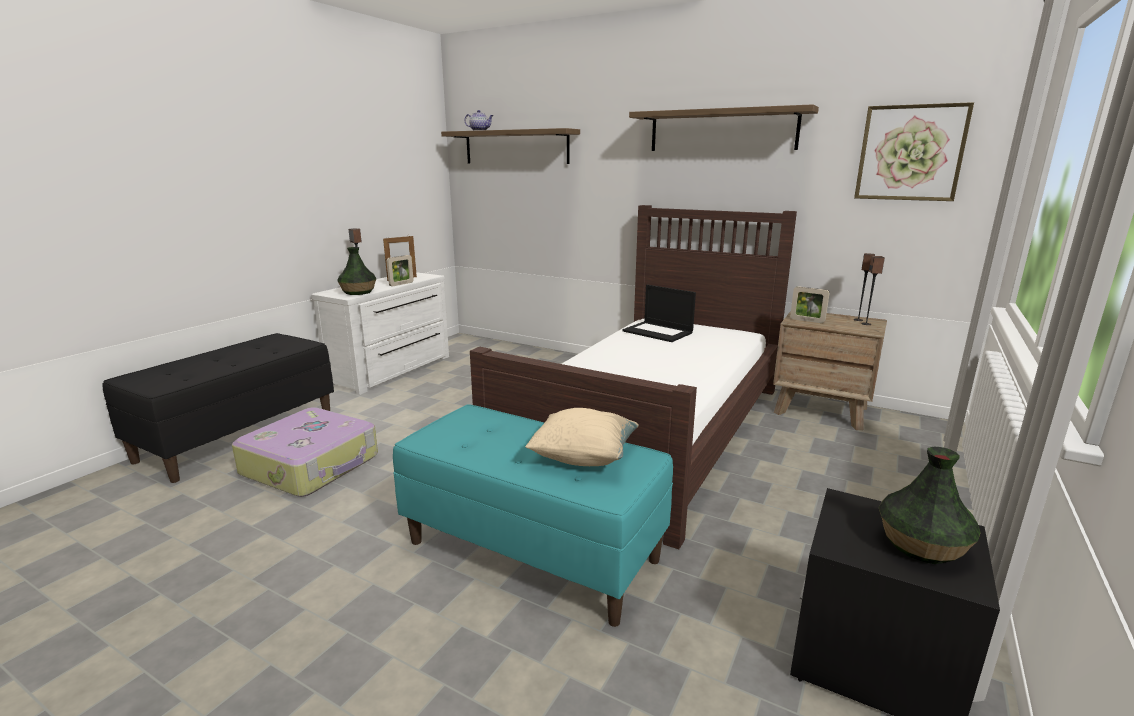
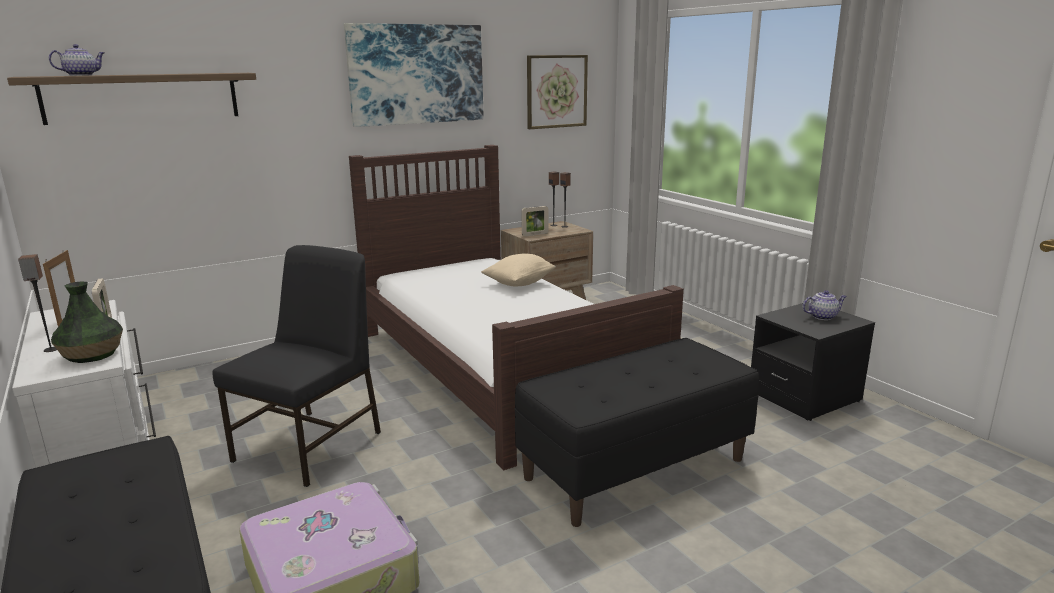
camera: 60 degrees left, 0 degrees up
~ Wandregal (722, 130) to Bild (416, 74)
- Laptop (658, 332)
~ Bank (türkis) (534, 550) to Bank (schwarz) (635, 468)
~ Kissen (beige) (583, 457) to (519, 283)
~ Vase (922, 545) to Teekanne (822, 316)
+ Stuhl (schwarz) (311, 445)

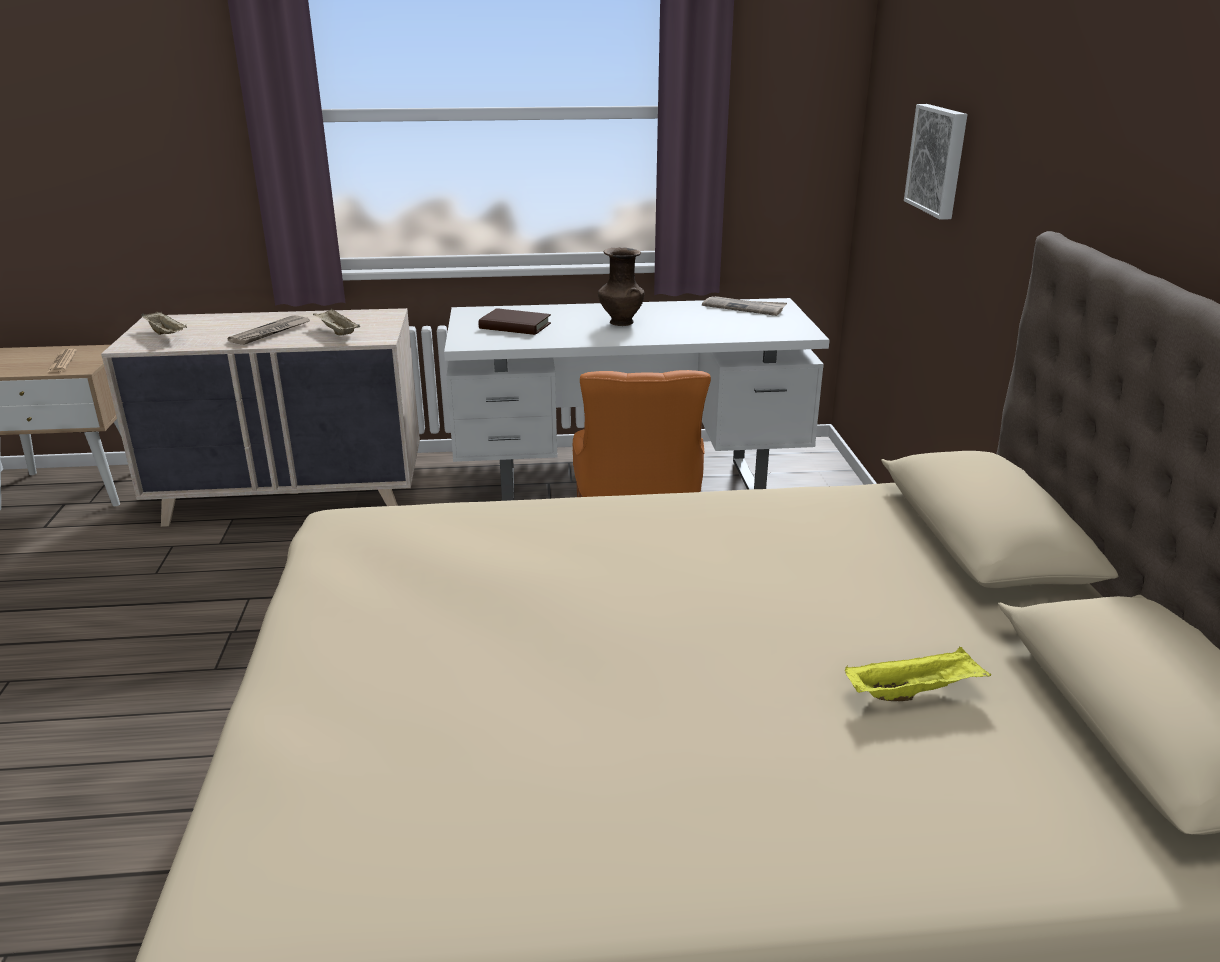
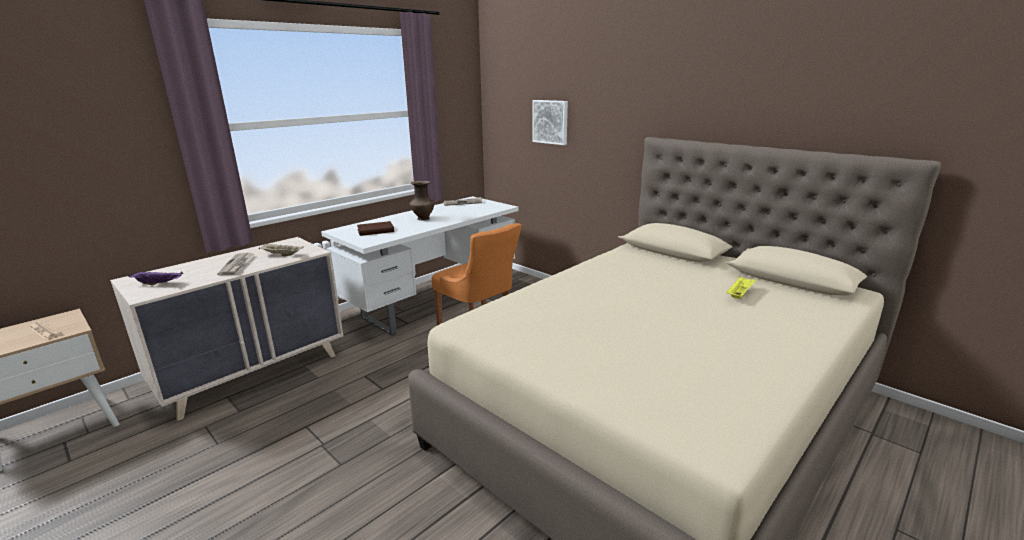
camera: 40 degrees left, 5 degrees down
~ Tablett (beige) (166, 334) to Tablett (lila) (159, 283)

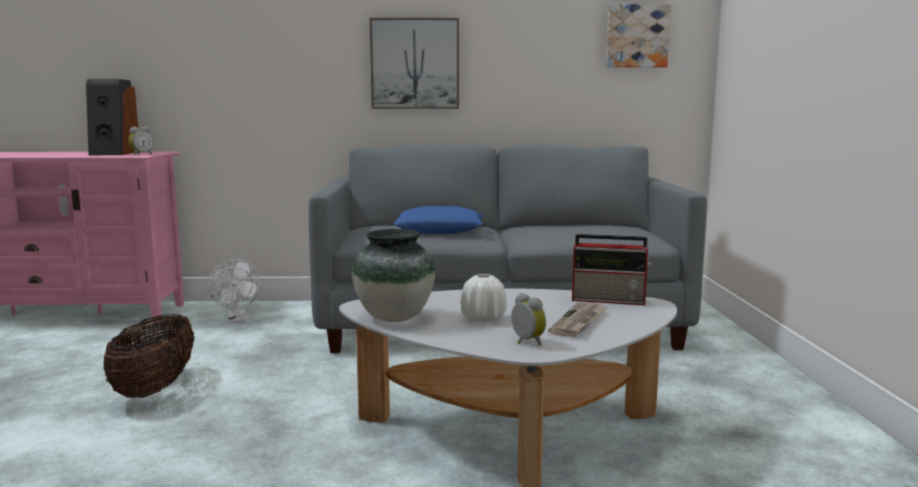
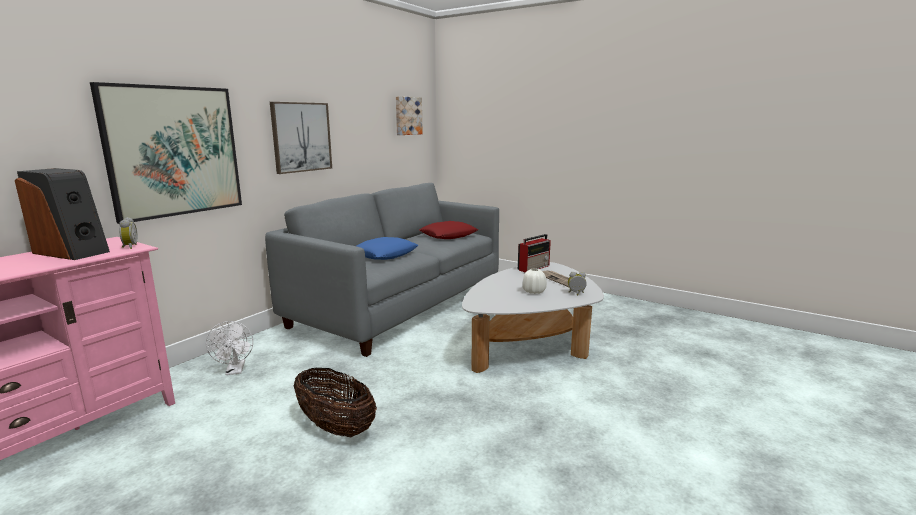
camera: 55 degrees left, 5 degrees up
- Vase (395, 317)
~ Ventilator (weiß) (237, 319) = (235, 371) 60 degrees clockwise
+ Bild (174, 151)
+ Kissen (rot) (448, 235)

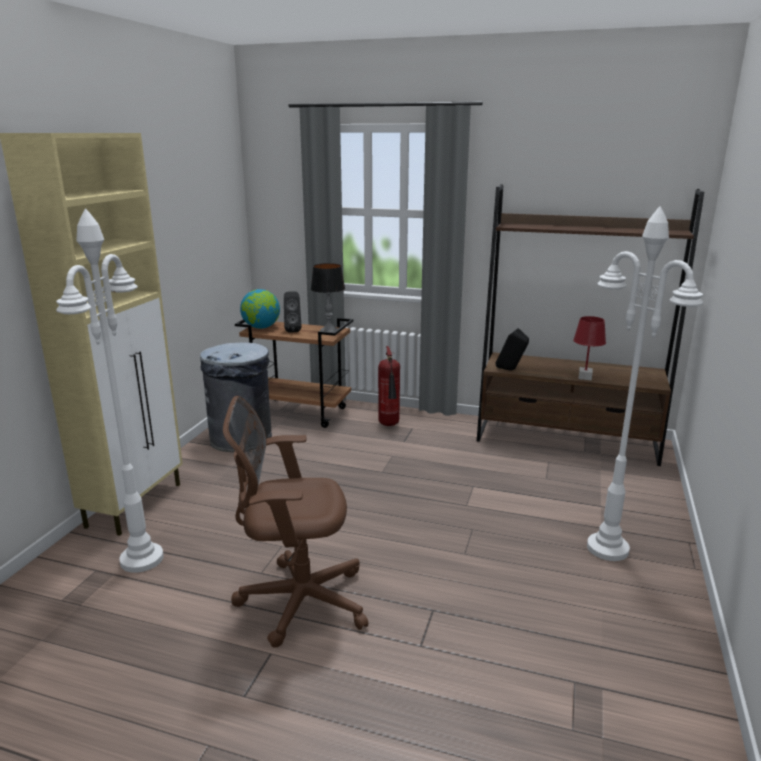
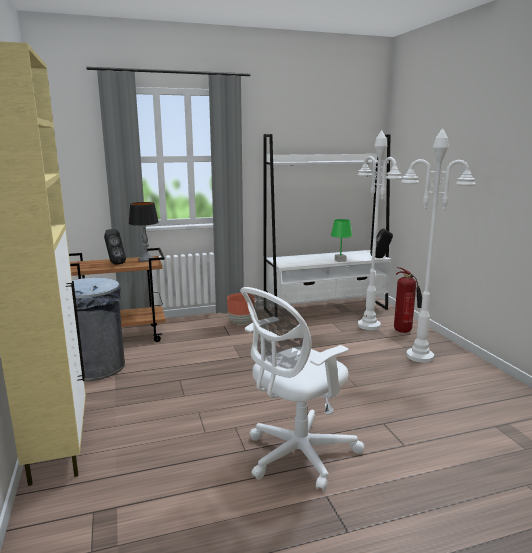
camera: 35 degrees left, 5 degrees down
~ Bücherregal (braun) (567, 441) to Bücherregal (weiß) (326, 309)
~ Stehlampe (weiß) (142, 559) to (368, 325)
- Globus (261, 327)
~ Tischlampe (rot) (585, 377) to Tischlampe (grün) (340, 260)
~ Lautsprecher (schwarz) (511, 370) to (380, 258)
~ Feuerlöscher (389, 425) to (405, 331)
~ Bürostuhl (braun) (297, 601) to Bürostuhl (weiß) (296, 456)
+ Pflanzkübel (braun) (241, 323)

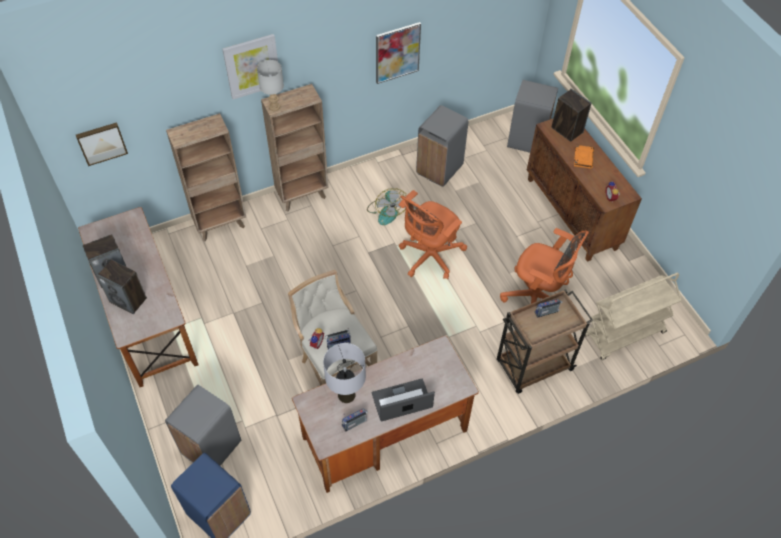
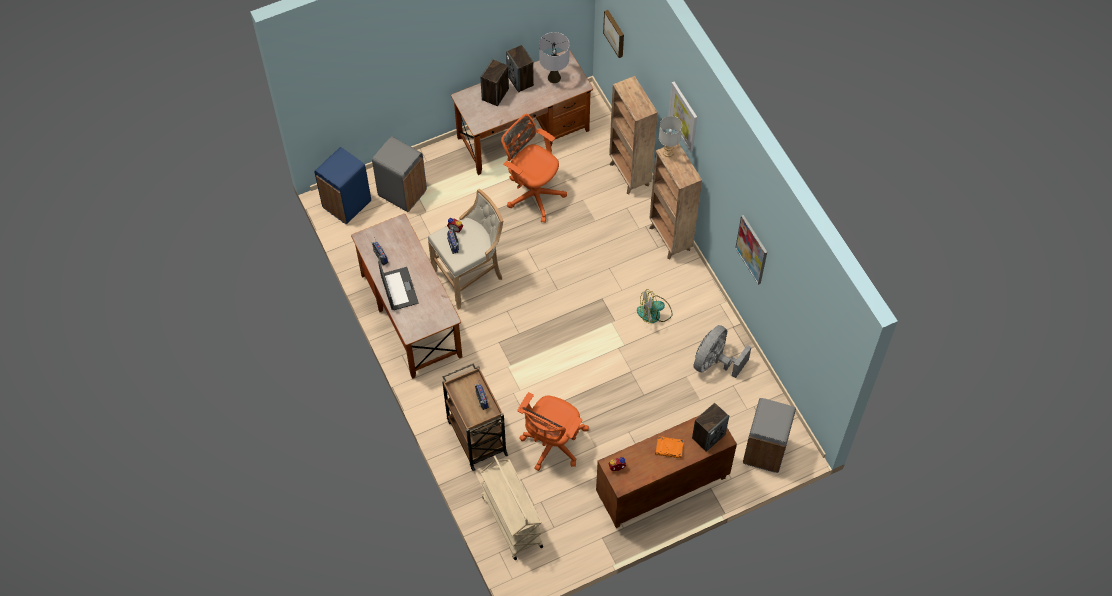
camera: 90 degrees right, 5 degrees up
~ Mülleimer (grau) (440, 169) to Ventilator (grau) (715, 362)
~ Bürostuhl (orange) (429, 257) to (533, 193)
~ Tischlampe (grau) (346, 395) to (554, 77)

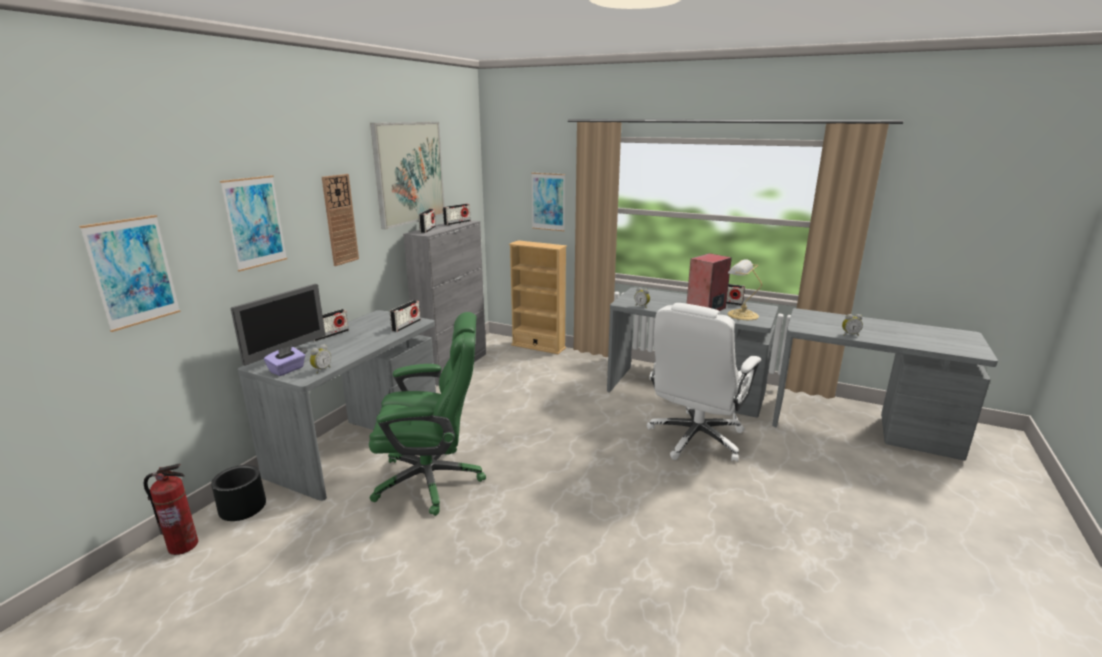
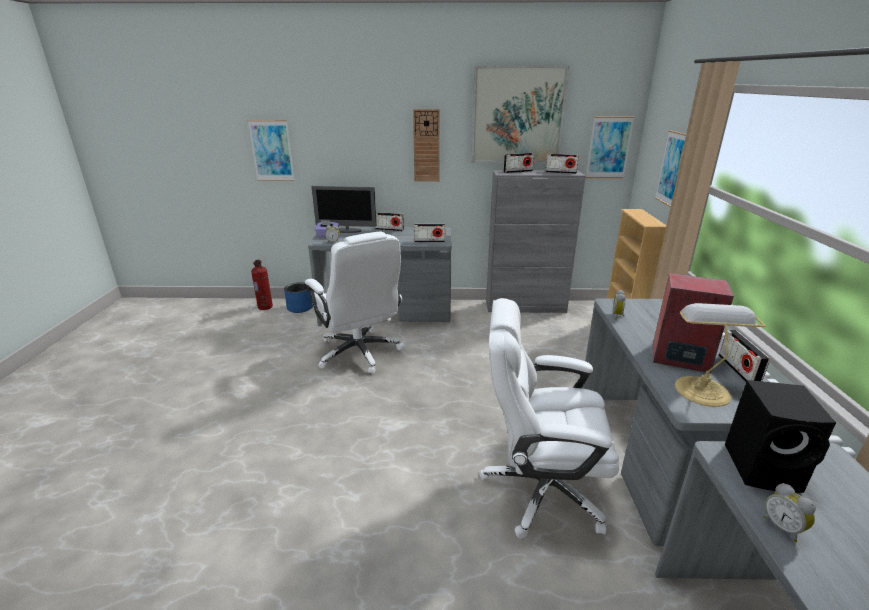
camera: 65 degrees right, 5 degrees up
~ Bild (255, 222) to (609, 148)
~ Bürostuhl (grün) (431, 480) to Bürostuhl (weiß) (359, 353)
~ Pflanzkübel (schwarz) (243, 508) to Pflanzkübel (blau) (300, 308)
+ Lautsprecher (schwarz) (764, 469)

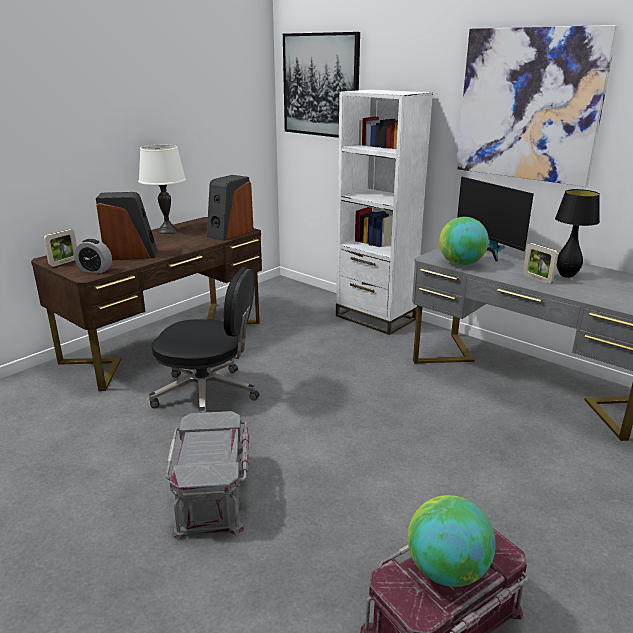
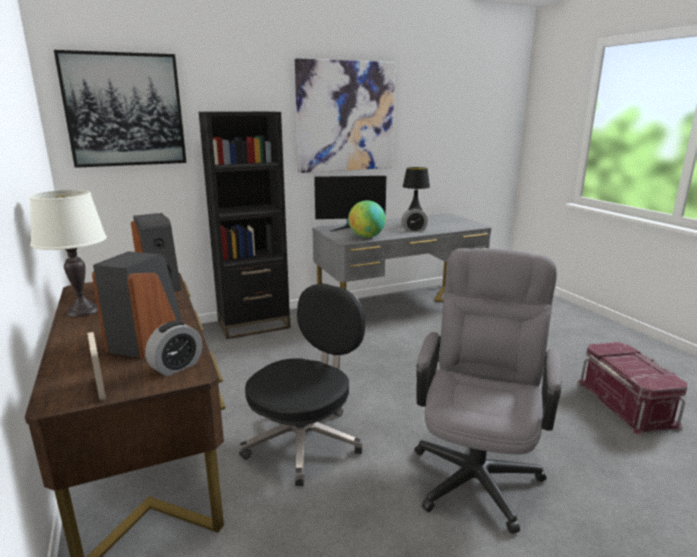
camera: 65 degrees left, 5 degrees down
~ Bücherregal (weiß) (375, 318) to Bücherregal (schwarz) (253, 325)
~ Bilderrahmen (537, 279) to Wecker (414, 230)
~ Aufbewahrungsbox (grau) (213, 492) to Bürostuhl (grau) (477, 469)
- Globus (446, 571)

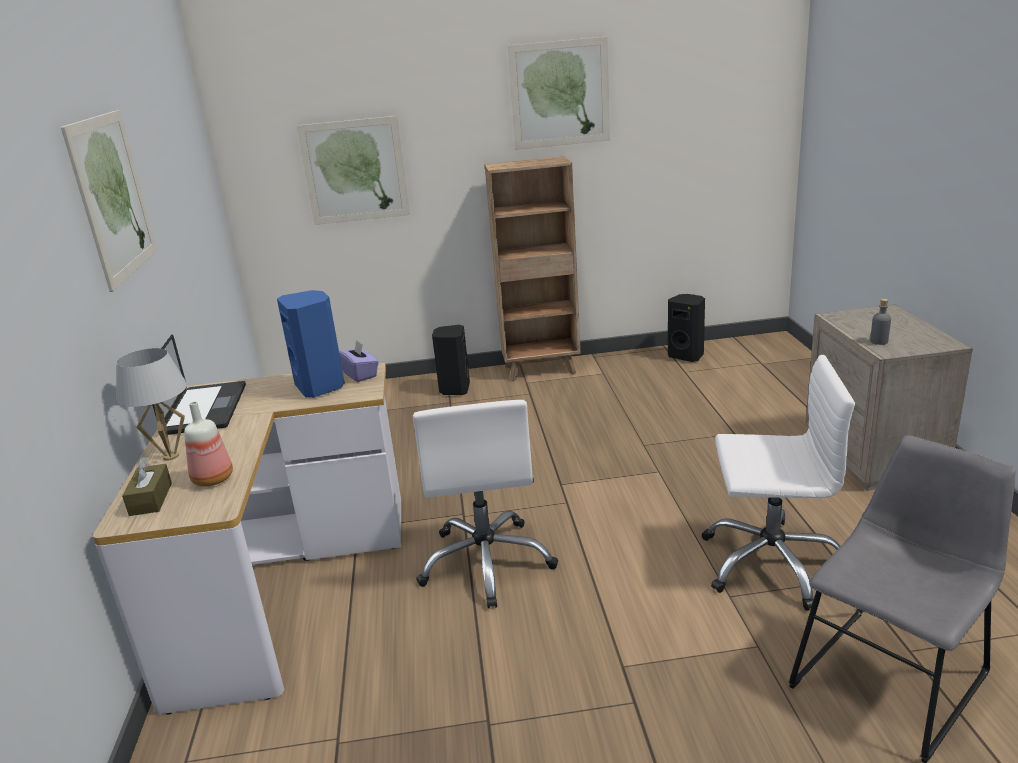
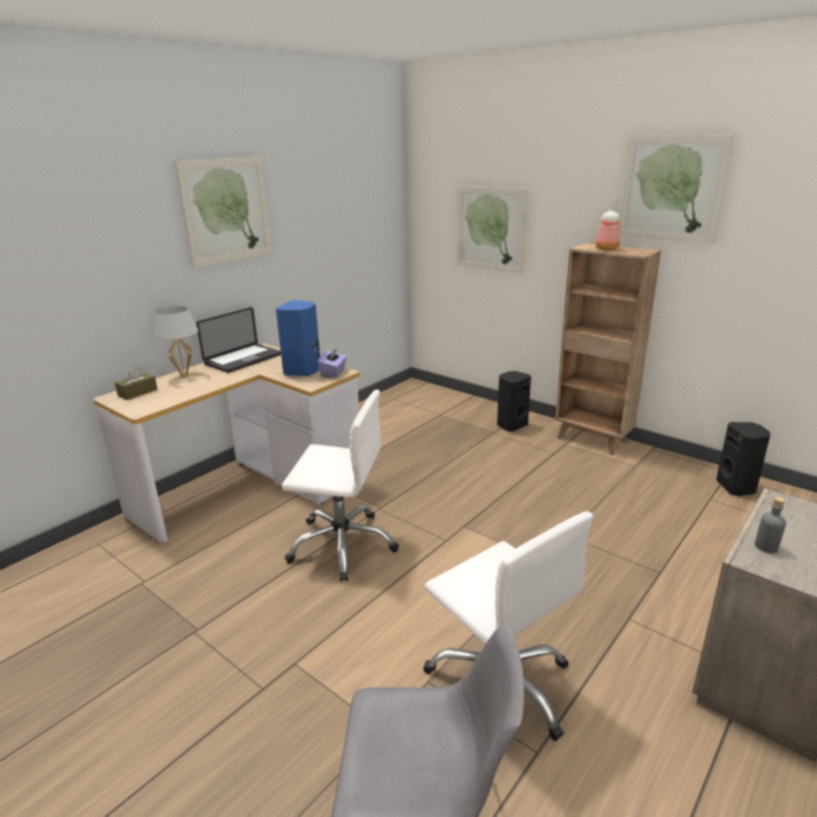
camera: 45 degrees right, 0 degrees up
~ Bürostuhl (weiß) (487, 562) = (342, 544) 120 degrees counterclockwise
~ Flasche (211, 480) to (606, 249)

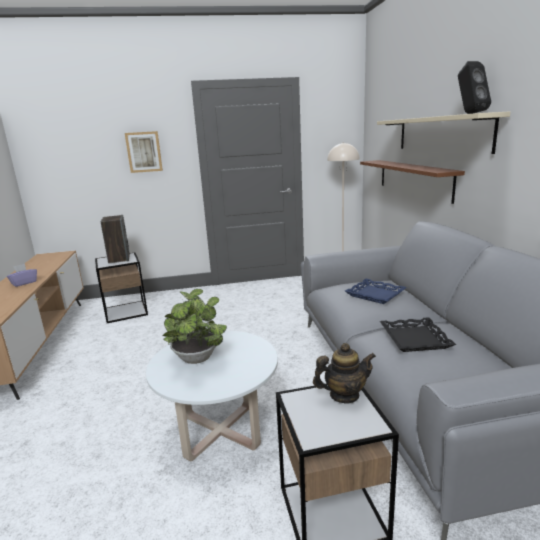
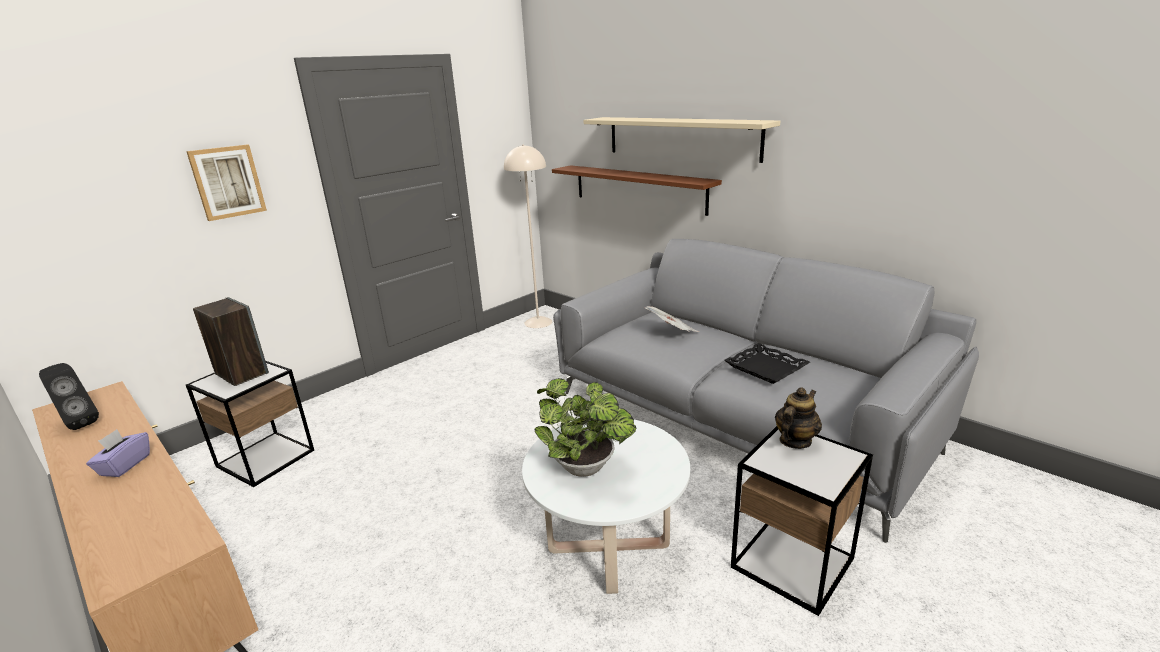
camera: 35 degrees left, 5 degrees up
~ Lautsprecher (schwarz) (469, 113) to (79, 423)
~ Tablett (blau) (375, 294) to Zeitung (671, 332)

